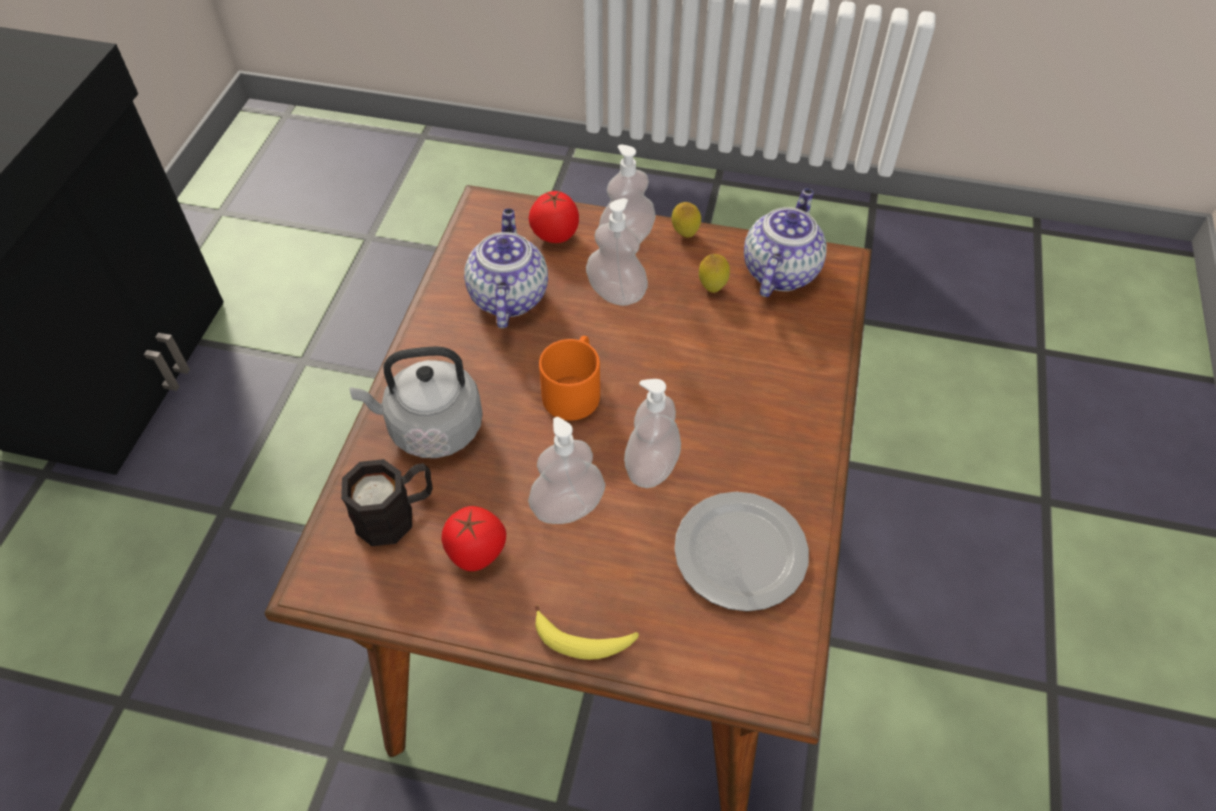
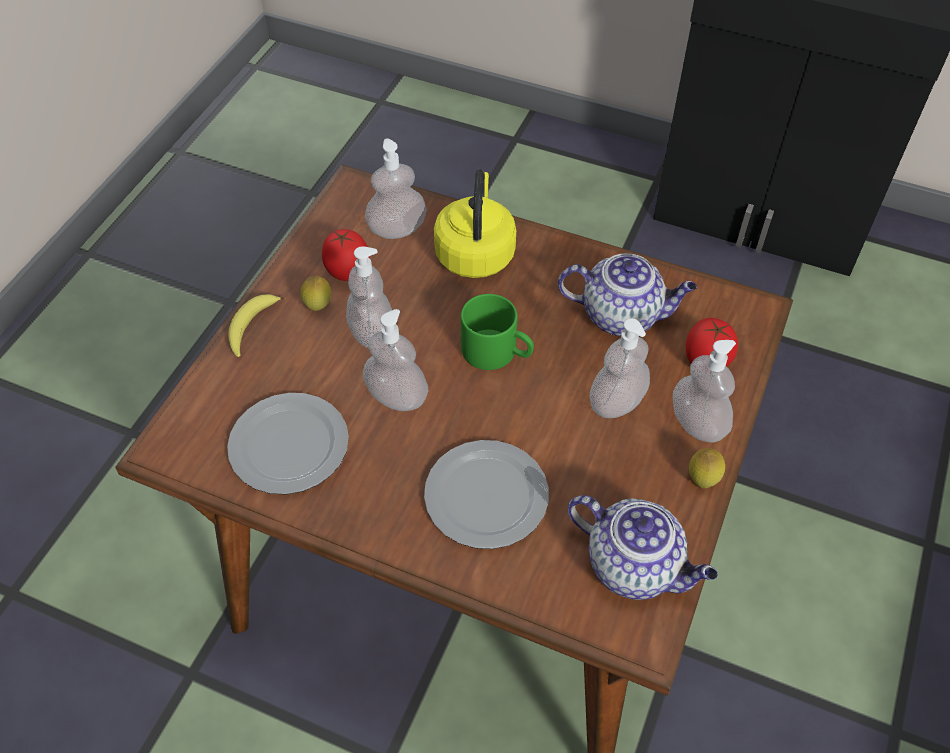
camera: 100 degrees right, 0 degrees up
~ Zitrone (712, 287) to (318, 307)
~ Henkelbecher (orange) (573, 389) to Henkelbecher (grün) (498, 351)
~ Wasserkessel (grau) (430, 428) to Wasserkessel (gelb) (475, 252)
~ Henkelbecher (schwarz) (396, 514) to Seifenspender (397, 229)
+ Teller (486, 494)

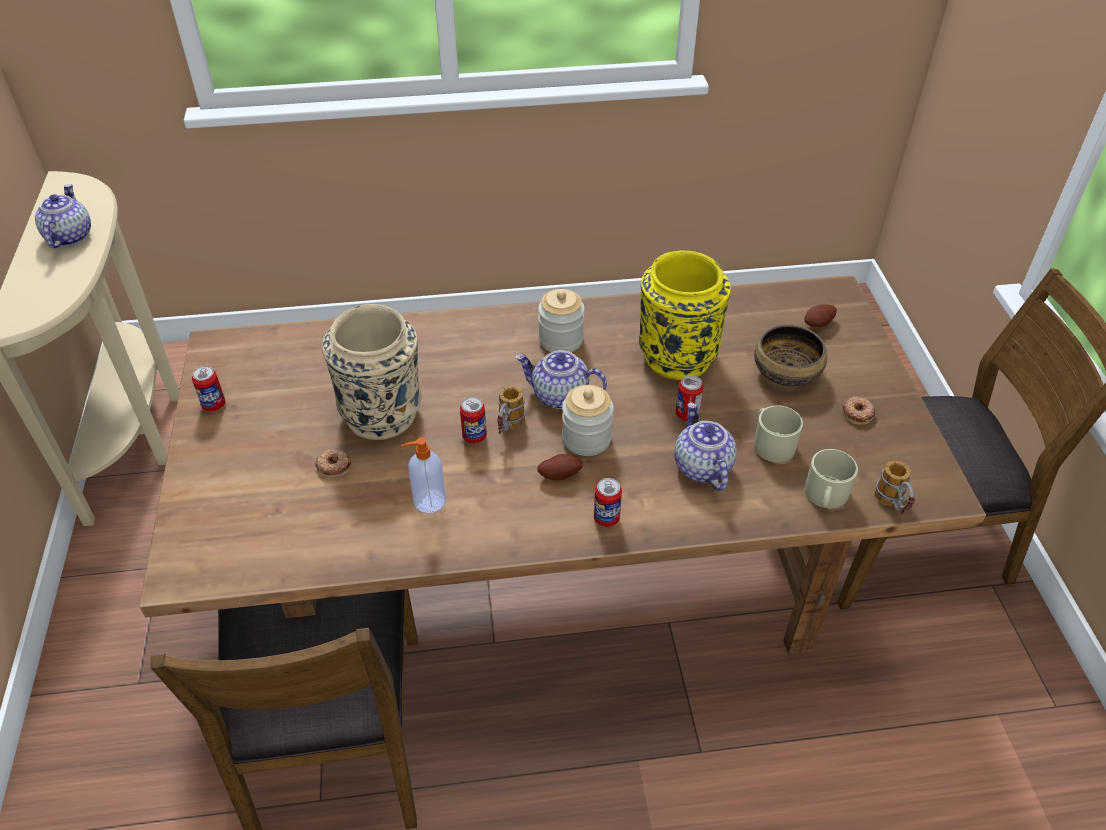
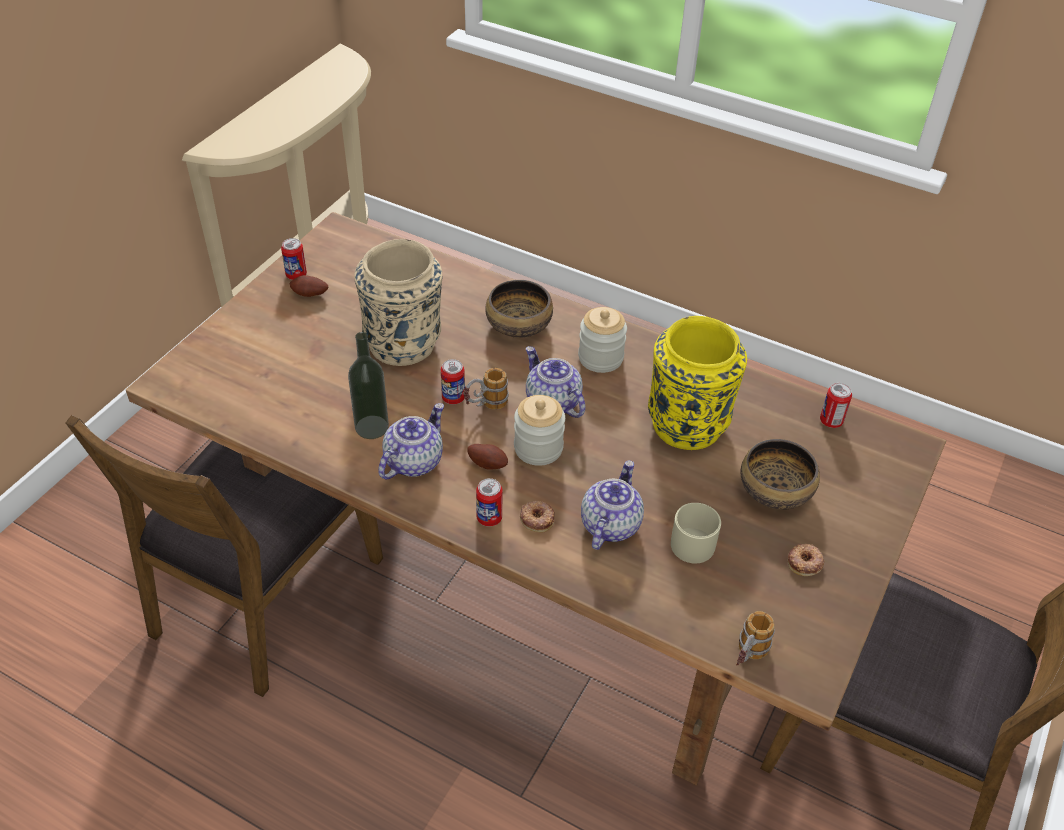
camera: 35 degrees right, 0 degrees up
~ Teekanne (69, 236) to (413, 461)
~ Kartoffel (819, 324) to (309, 295)
~ Dose (687, 414) to (831, 421)
~ Seifenspender (428, 501) to Flasche (371, 427)
~ Donut (334, 465) to (537, 518)
- Henkelbecher (beige) (825, 496)
+ Schüssel (518, 325)

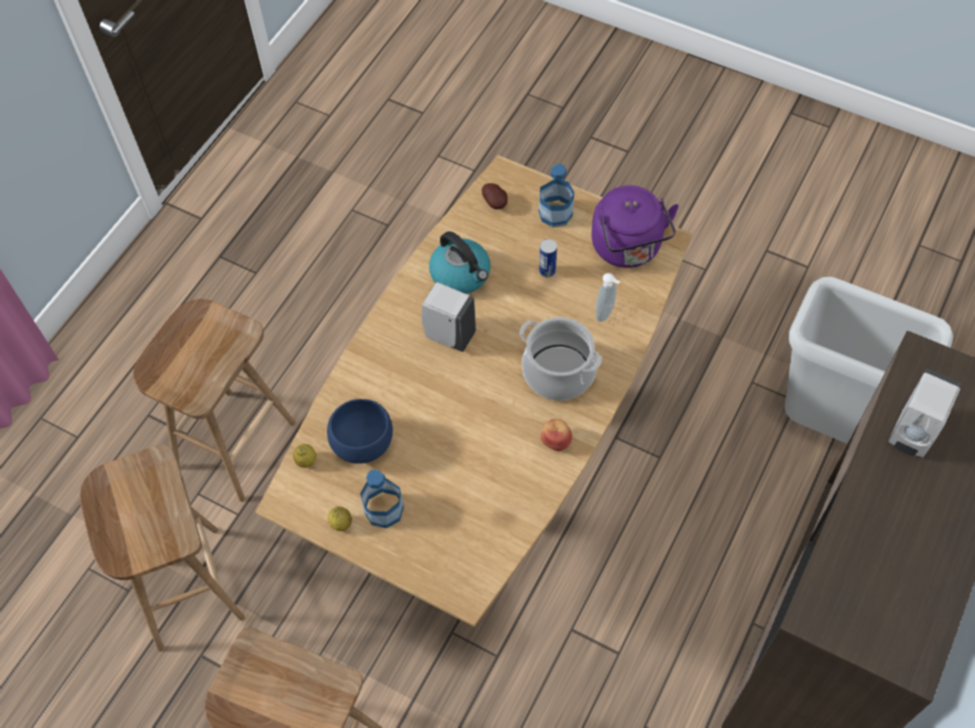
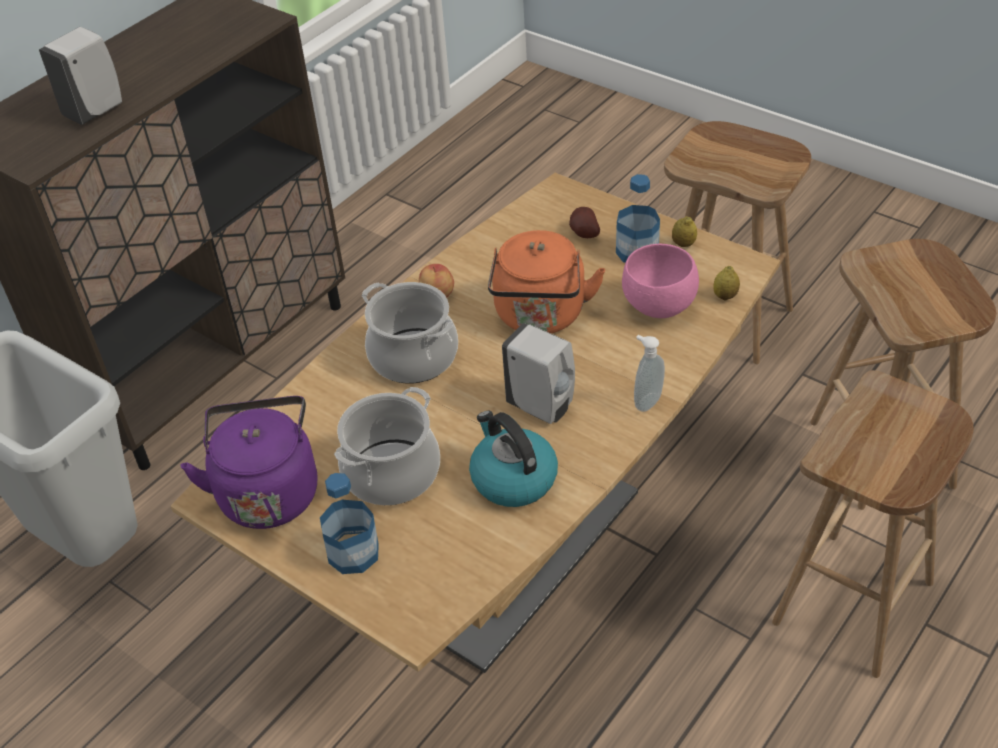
camera: 170 degrees left, 15 degrees down
~ Kartoffel (496, 203) to (583, 234)
~ Dose (547, 271) to Kochtopf (391, 472)
~ Seifenspender (606, 313) to (646, 401)
~ Schüssel (blau) (362, 443) to Schüssel (rosa) (659, 307)
+ Wasserkessel (orange) (540, 317)

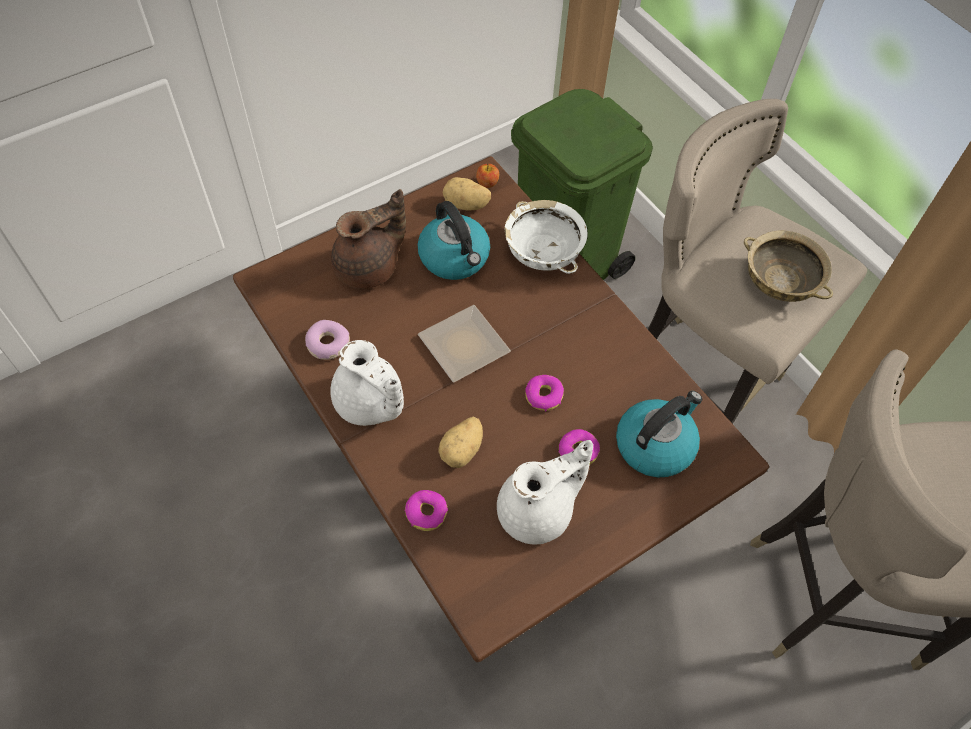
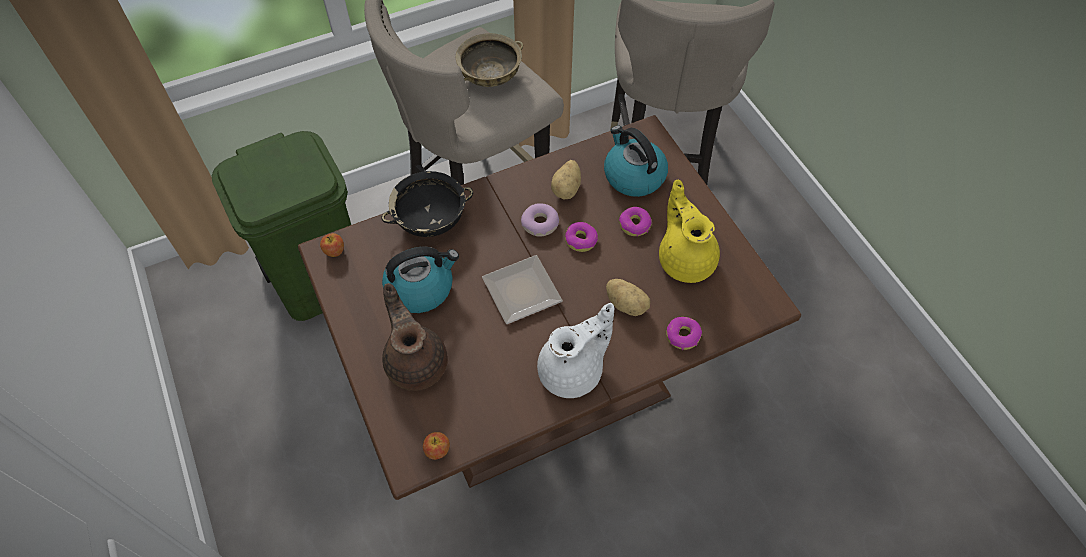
camera: 80 degrees left, 0 degrees up
~ Kartoffel (466, 205) to (567, 189)
~ Schüssel (weiß) (542, 252) to Schüssel (schwarz) (429, 219)
~ Donut (327, 344) to (540, 224)
~ Teekanne (weiß) (538, 512) to Teekanne (gelb) (685, 258)
+ Apfel (437, 450)

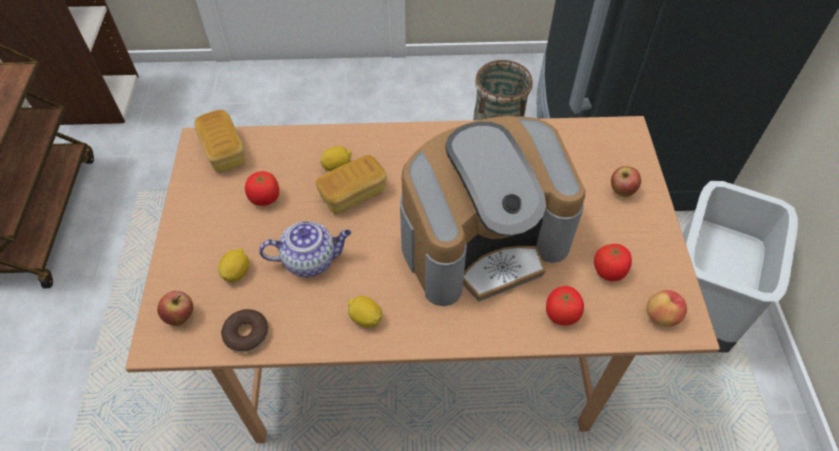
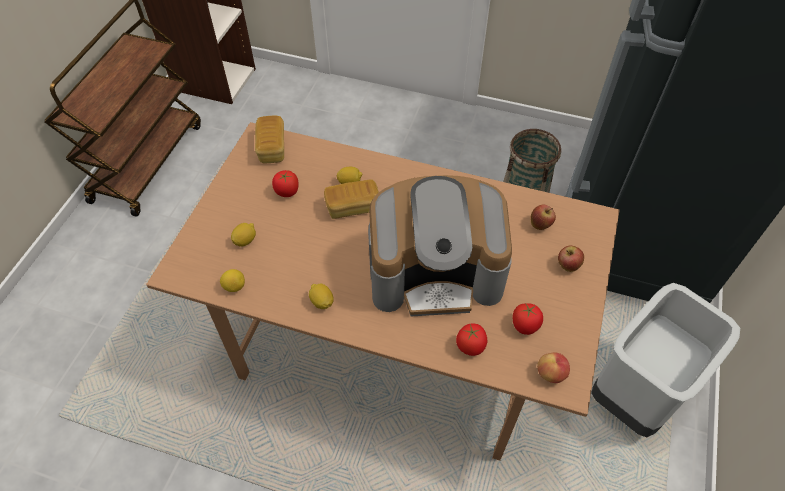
camera: 20 degrees right, 0 degrees up
- Teekanne (311, 260)
~ Apfel (181, 317) to (540, 225)
~ Donut (246, 334) to Zitrone (234, 286)

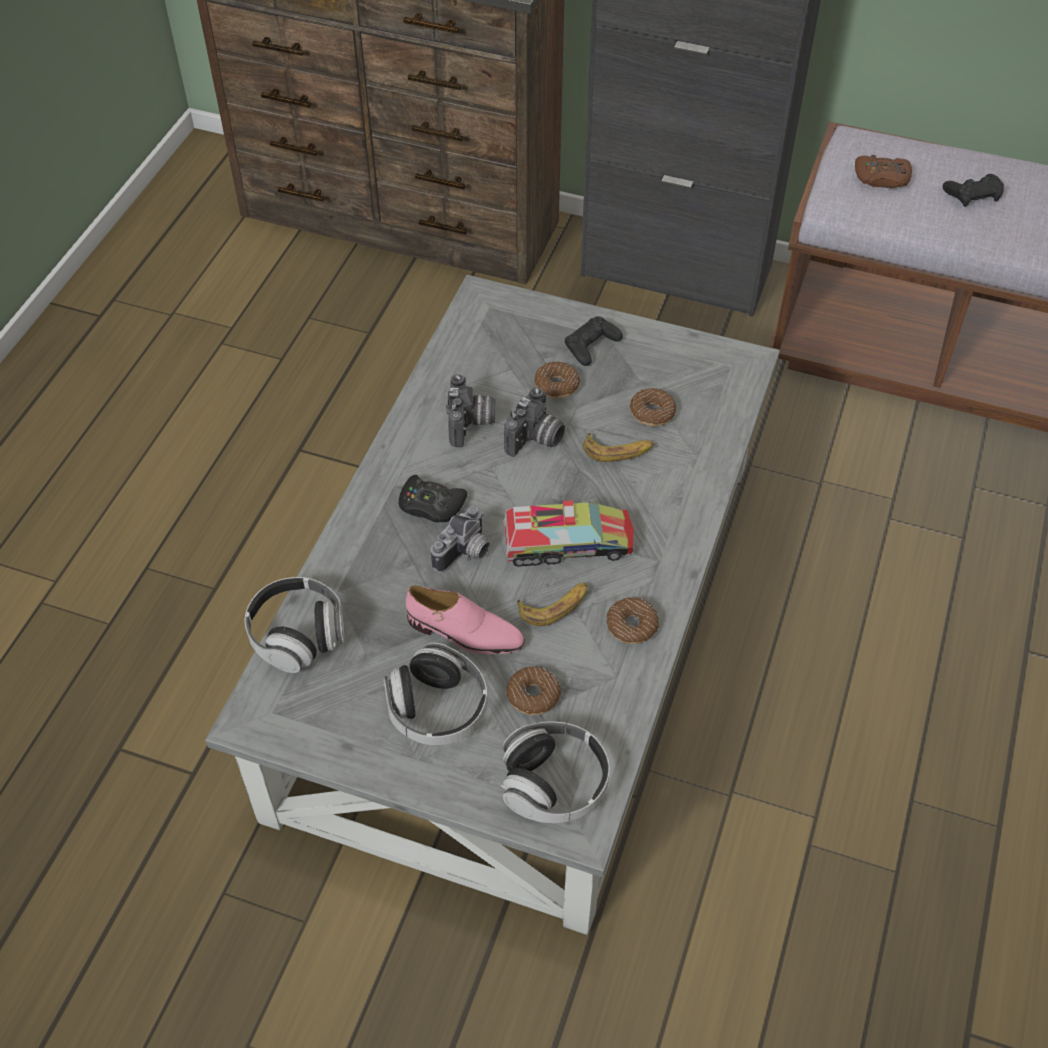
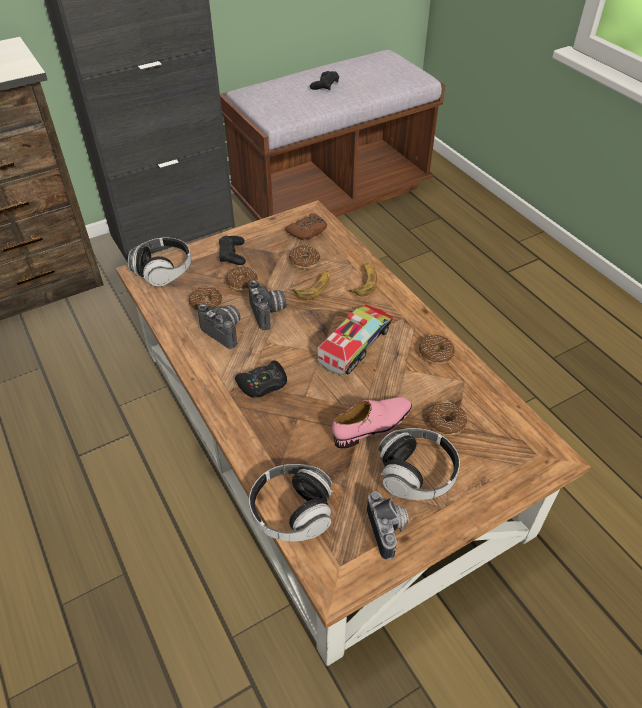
camera: 50 degrees left, 5 degrees down
~ Gamepad (braun) (881, 178) to (307, 231)
~ Couchtisch (grau) (521, 625) to Couchtisch (braun) (317, 434)
~ Kamera (465, 554) to (389, 530)
~ Banane (554, 606) to (364, 282)
~ Kopfhörer (554, 784) to (163, 271)
+ Donut (206, 303)

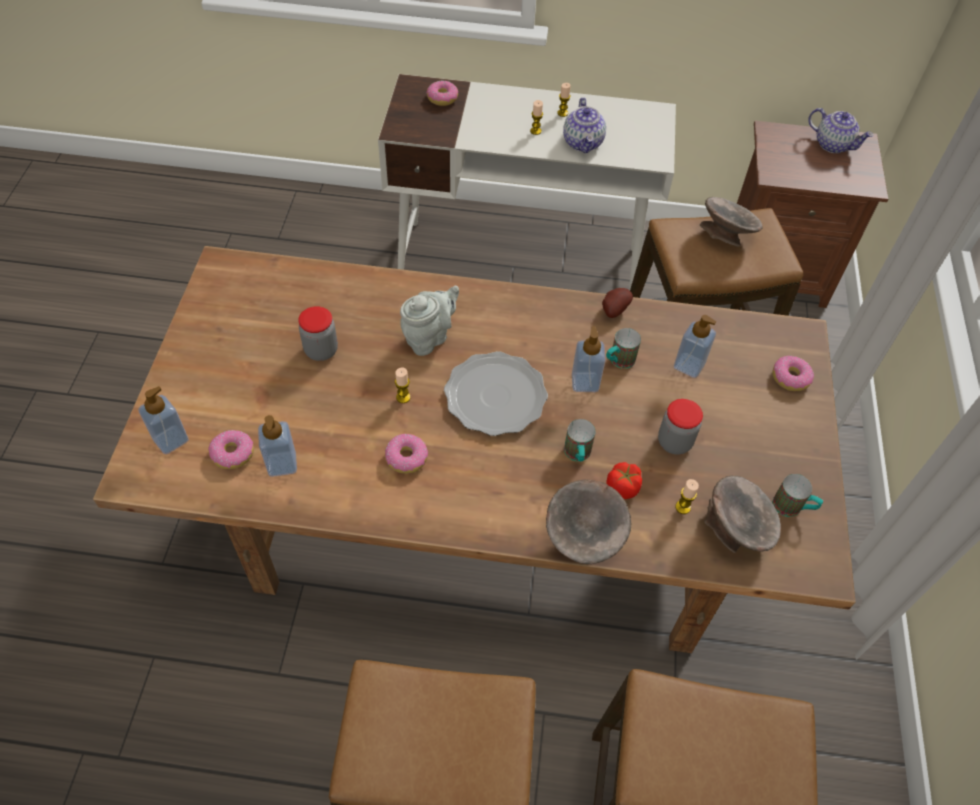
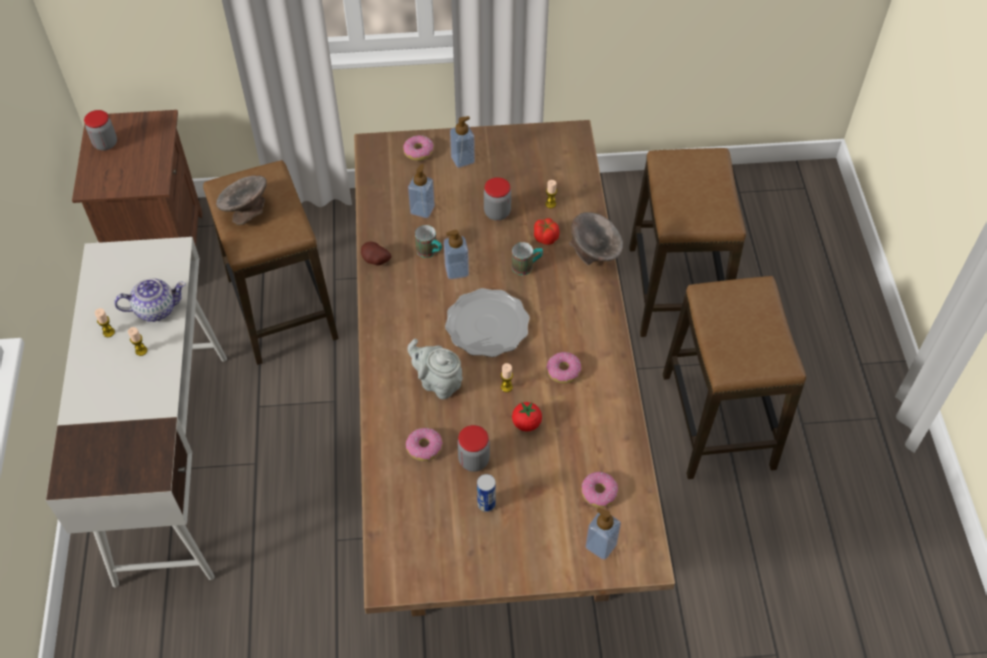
camera: 100 degrees left, 0 degrees up
~ Donut (442, 98) to (424, 447)
~ Teekanne (833, 144) to Vorratsglas (105, 143)
~ Seifenspender (282, 464) to (462, 159)
- Henkelbecher (792, 508)
- Schüssel (grau) (735, 530)
+ Tomate (526, 423)
+ Dose (486, 504)

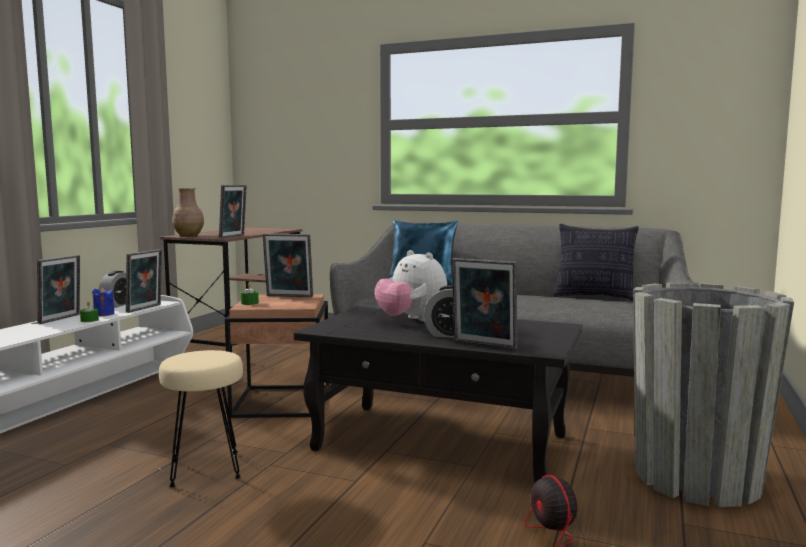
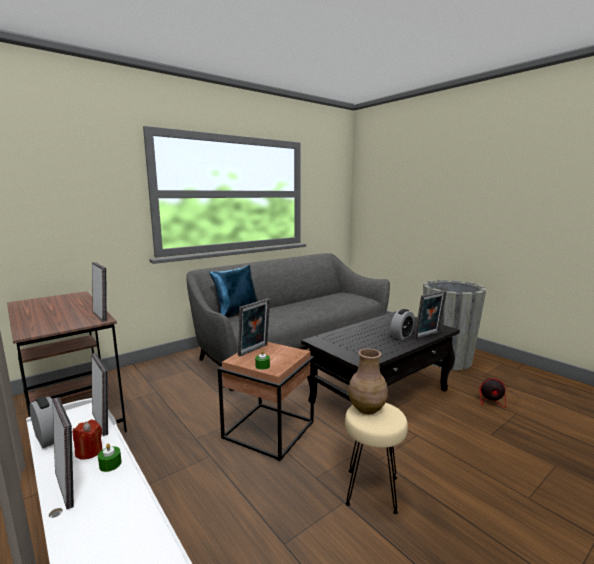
camera: 60 degrees left, 5 degrees up
~ Vase (braun) (189, 235) to (367, 409)
- Kissen (594, 297)
- Plüschtier (411, 320)
~ Kerze (blau) (104, 314) to Kerze (rot) (89, 452)

